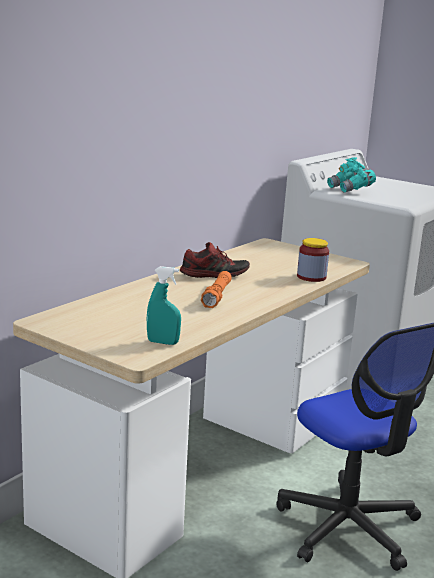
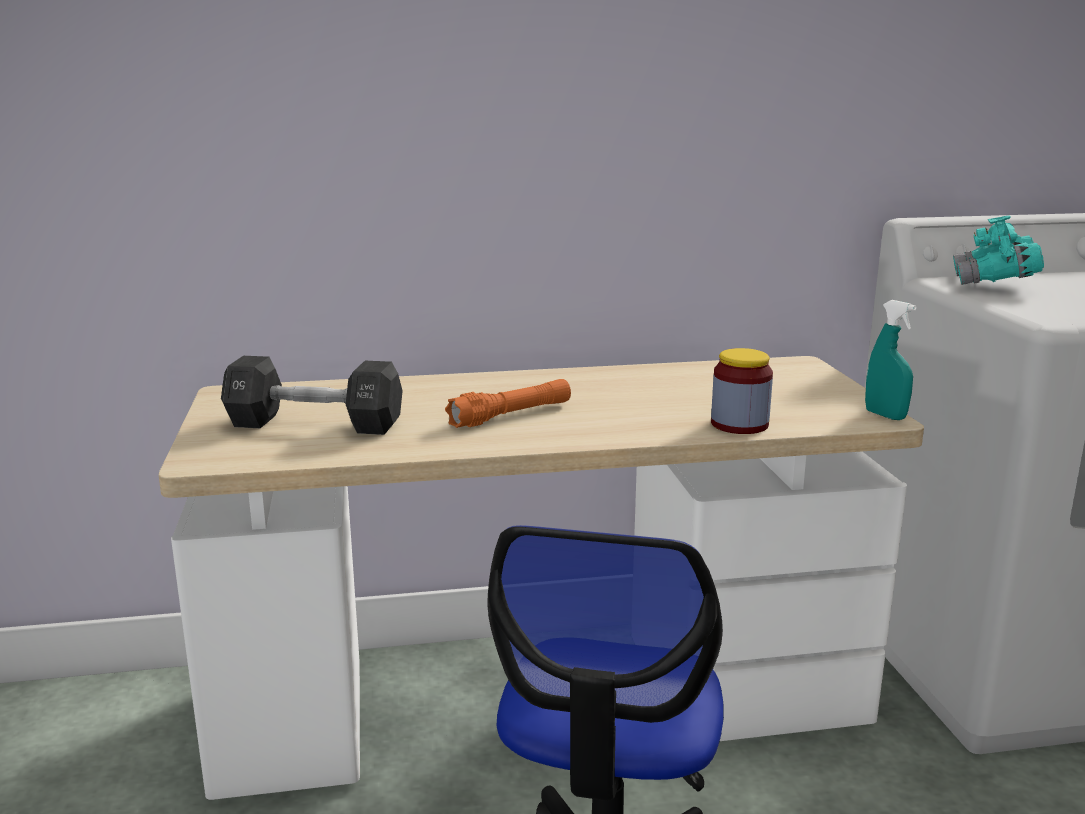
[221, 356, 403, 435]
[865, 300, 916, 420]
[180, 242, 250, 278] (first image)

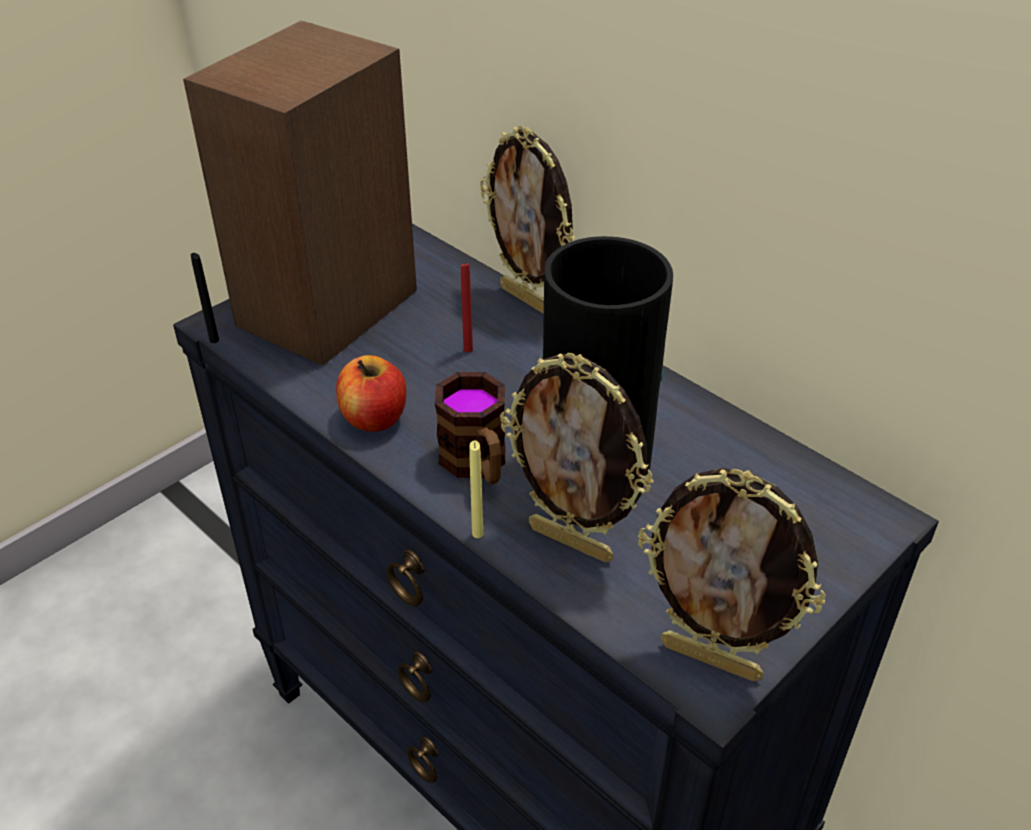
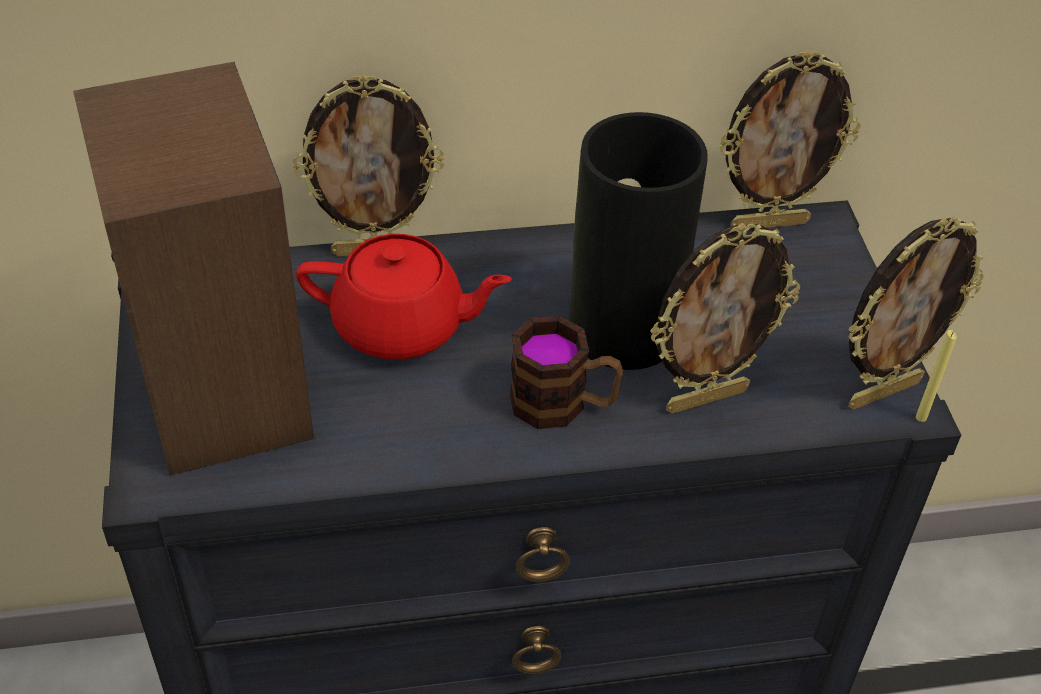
[296, 234, 512, 360]
[719, 50, 861, 228]
[916, 330, 957, 422]
[191, 253, 219, 343] (first image)
[336, 355, 406, 432] (first image)

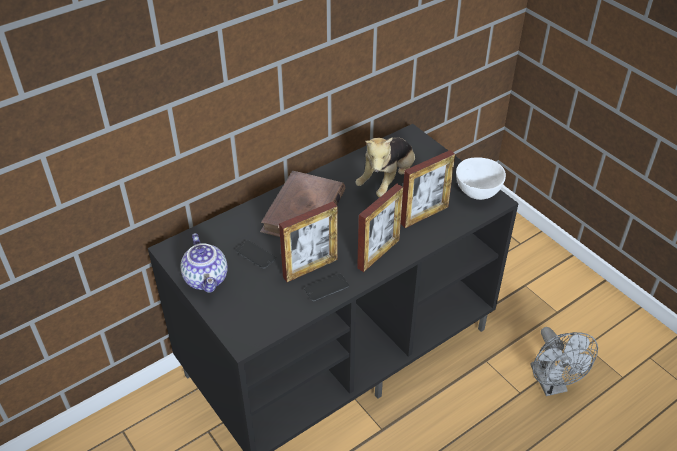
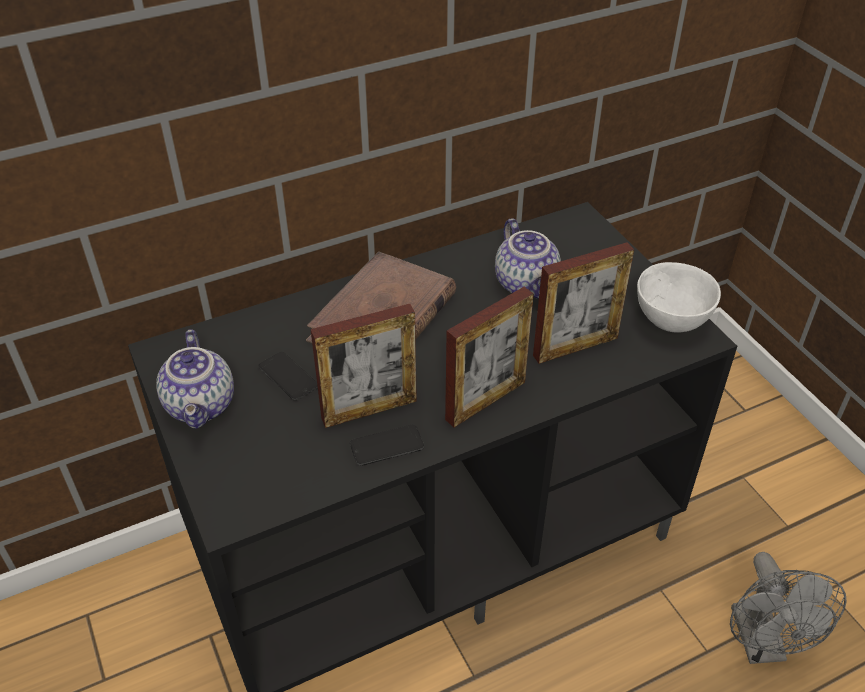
[495, 218, 561, 299]

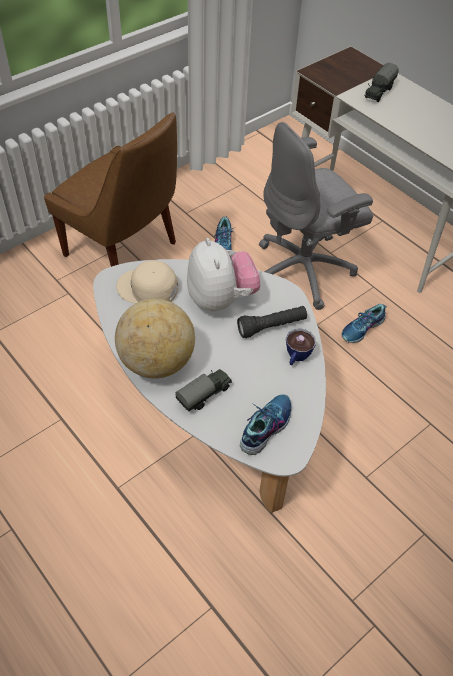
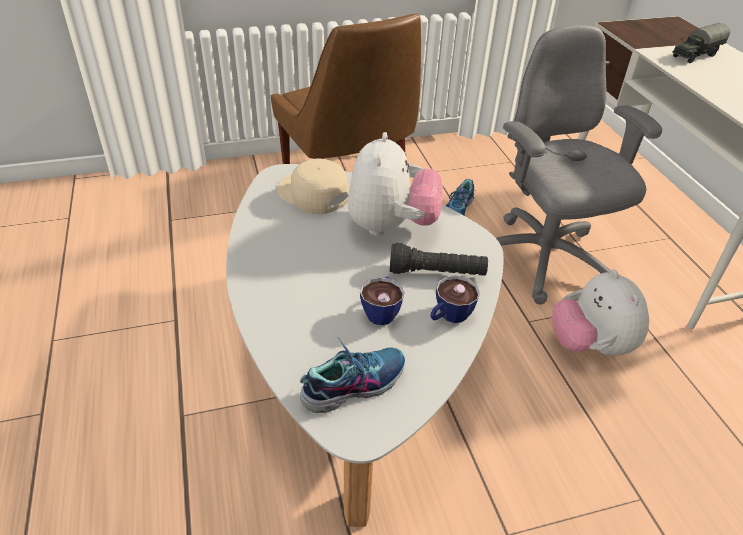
[360, 276, 404, 325]
[496, 25, 662, 305]
[551, 269, 649, 355]
[115, 299, 195, 378] (first image)
[175, 369, 232, 411] (first image)

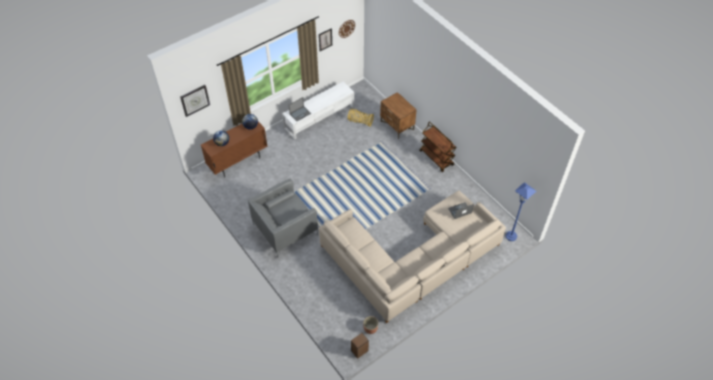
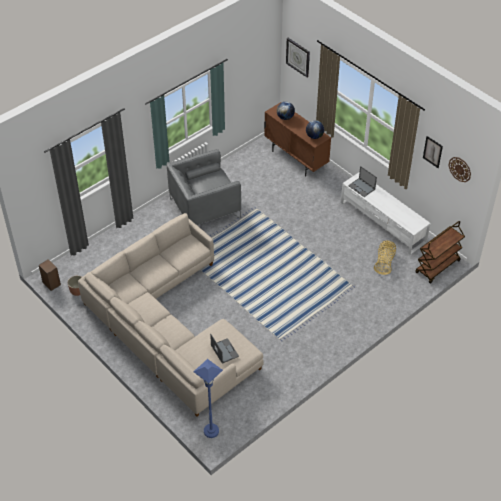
[167, 149, 241, 225]
[415, 221, 465, 284]
[380, 92, 416, 139] (first image)

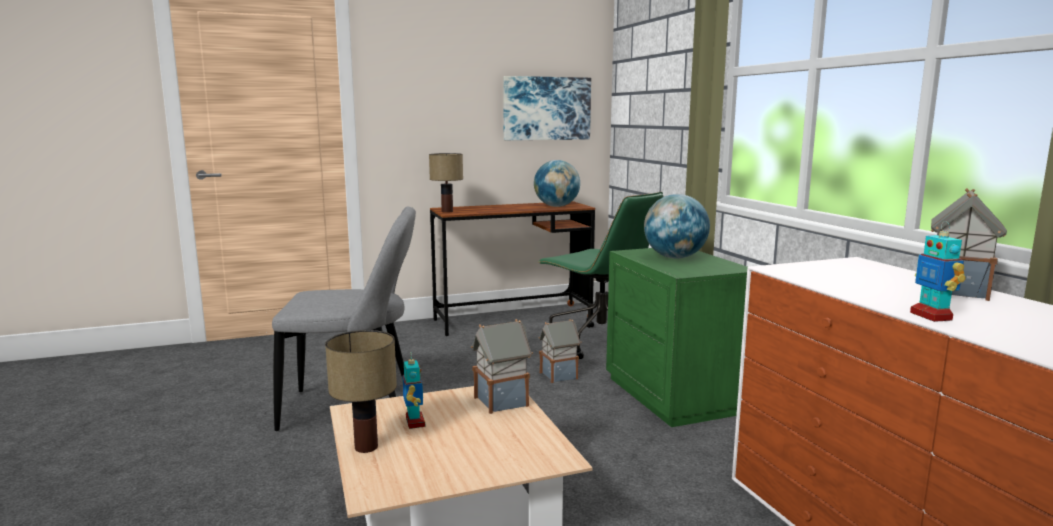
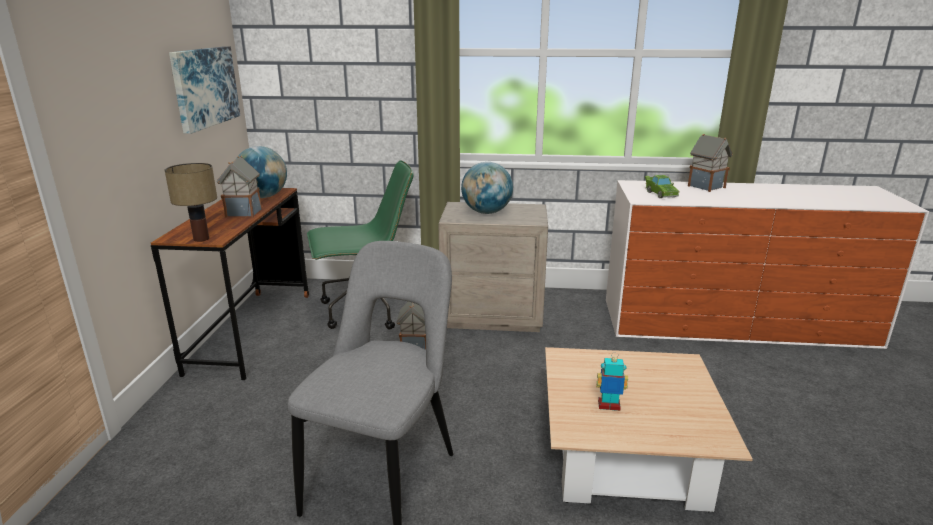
[217, 156, 262, 218]
[438, 202, 548, 332]
[645, 175, 680, 198]
[325, 330, 397, 453] (first image)
[910, 221, 966, 322] (first image)

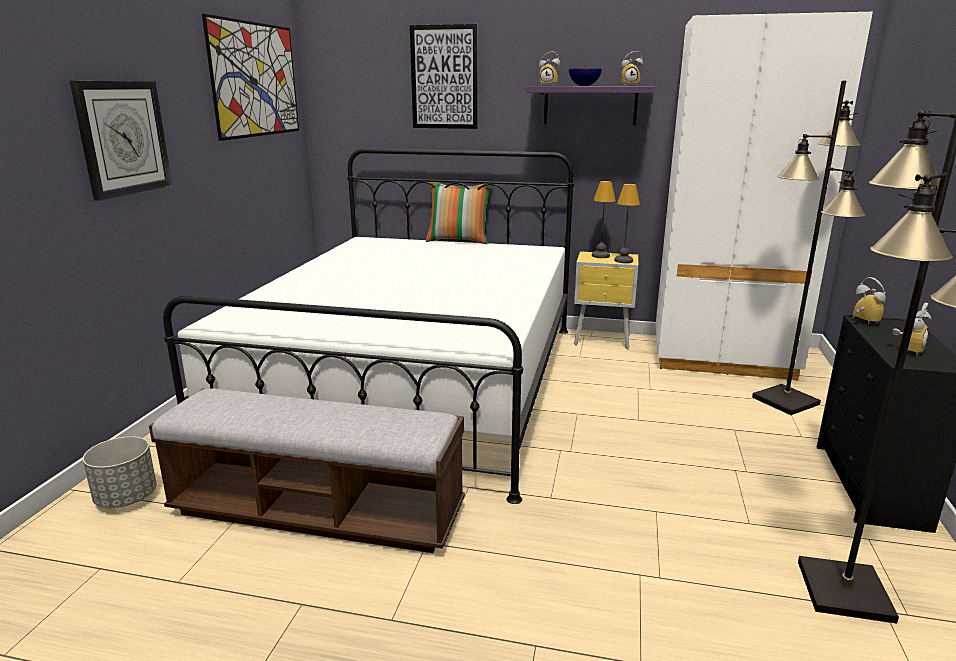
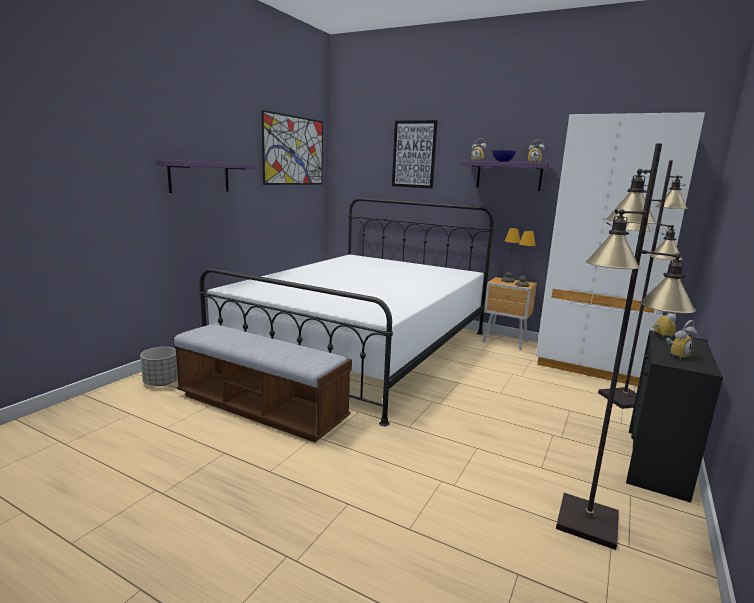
[157, 160, 259, 193]
[483, 277, 537, 350]
[426, 182, 491, 244] (first image)

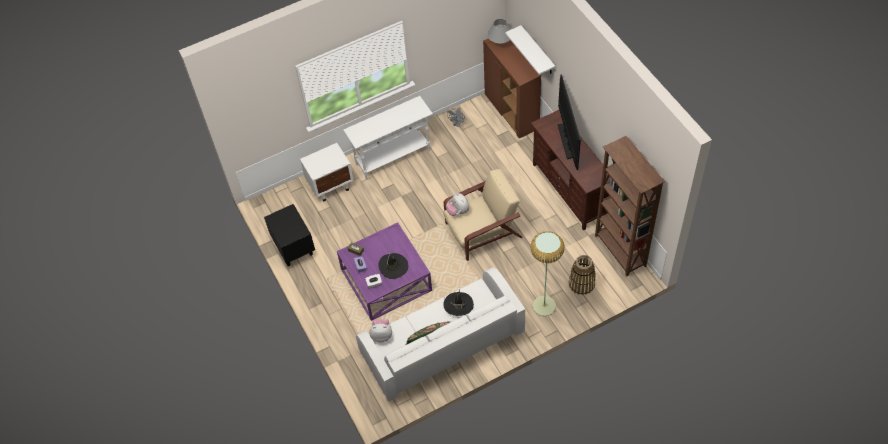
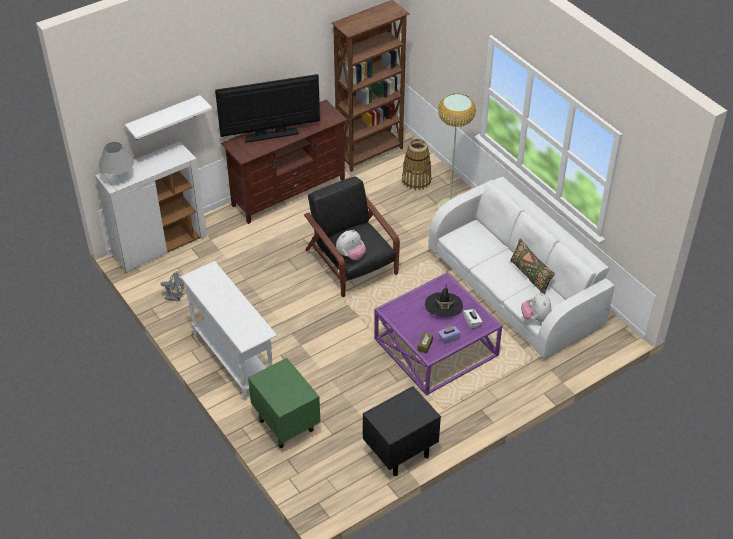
[95, 141, 207, 272]
[248, 358, 320, 448]
[304, 176, 400, 297]
[443, 290, 474, 316] (first image)

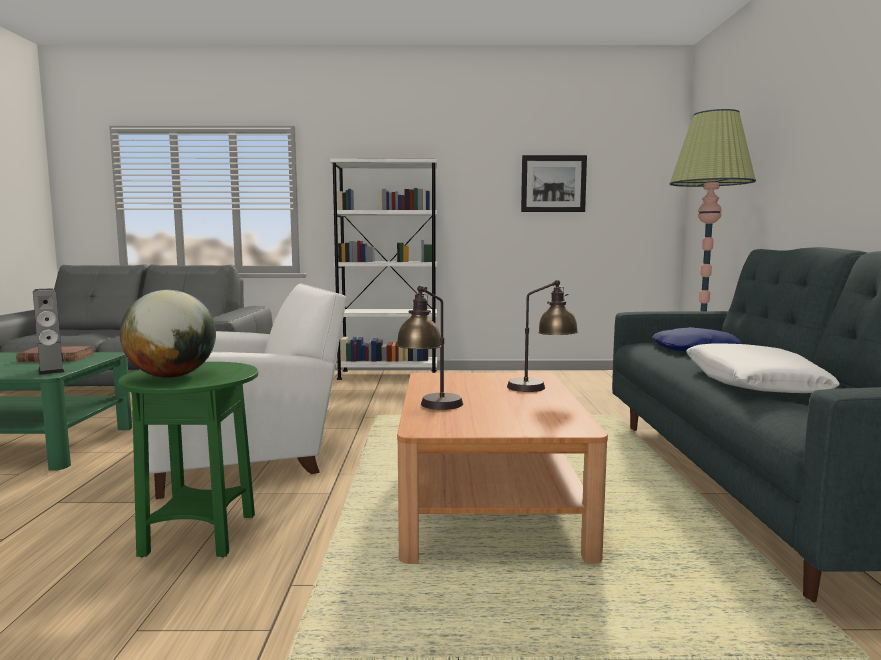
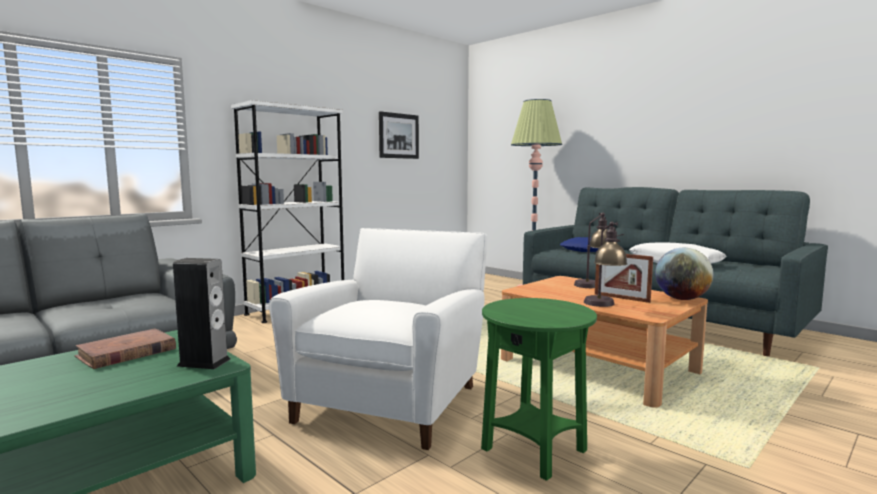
[595, 254, 653, 303]
[655, 248, 713, 300]

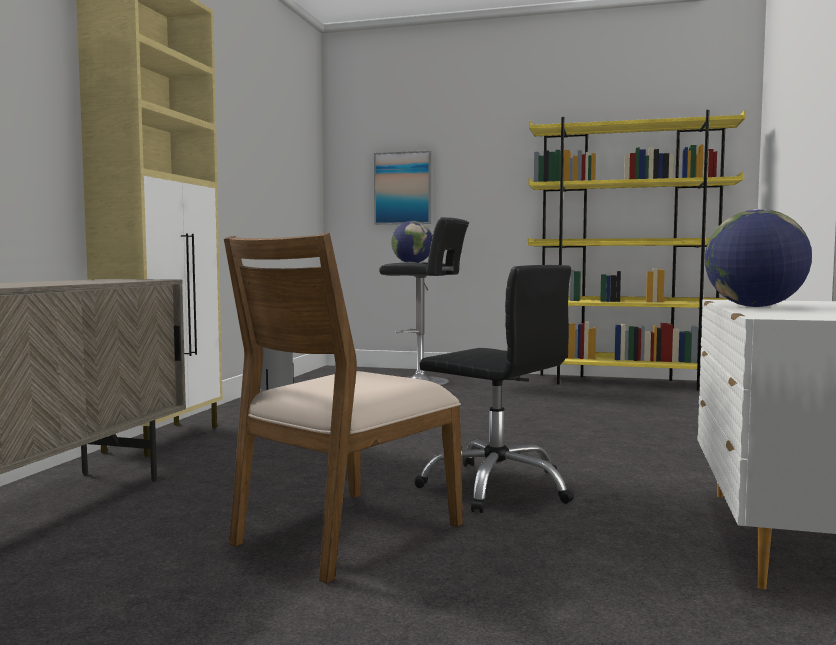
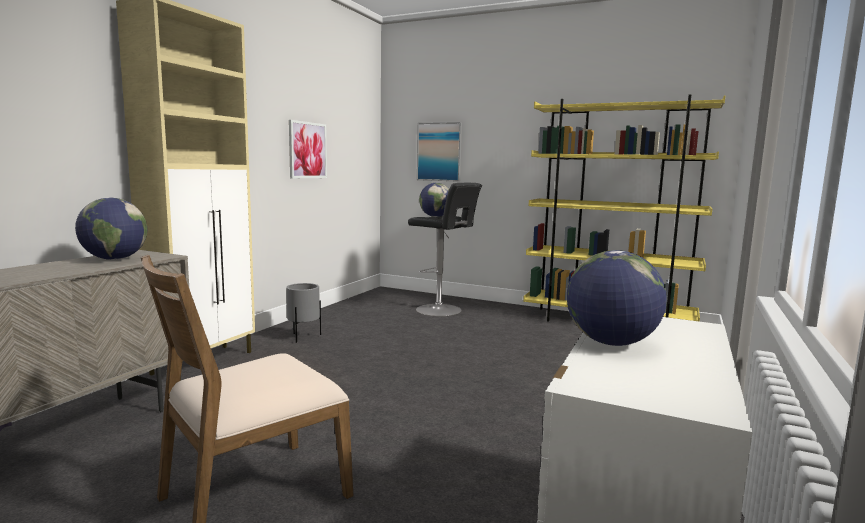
[75, 198, 147, 260]
[289, 120, 327, 178]
[414, 265, 574, 513] (first image)

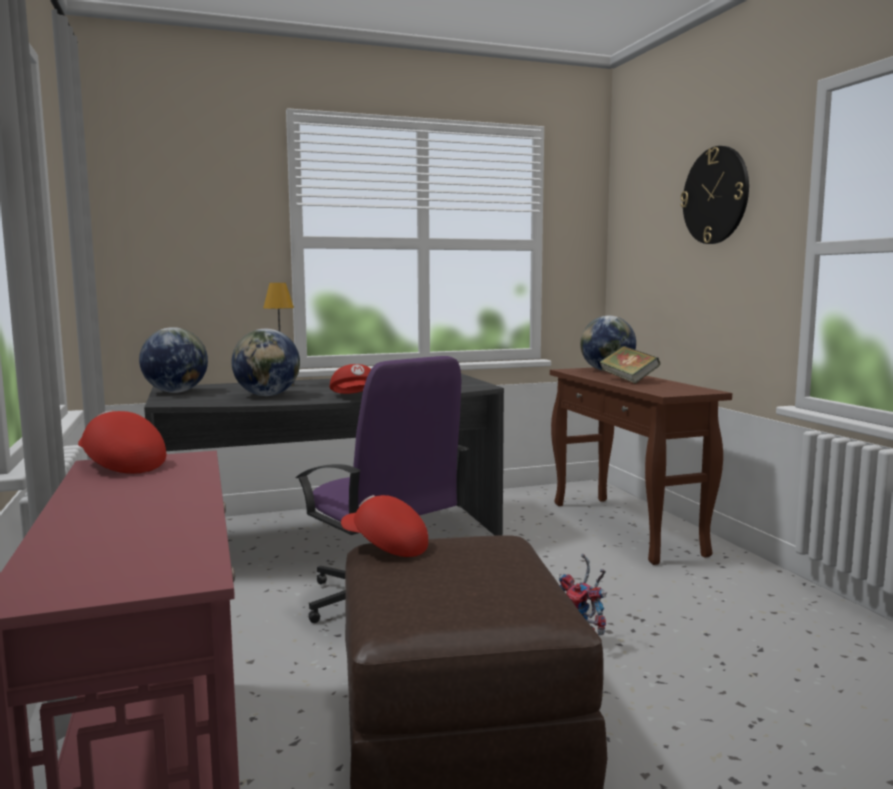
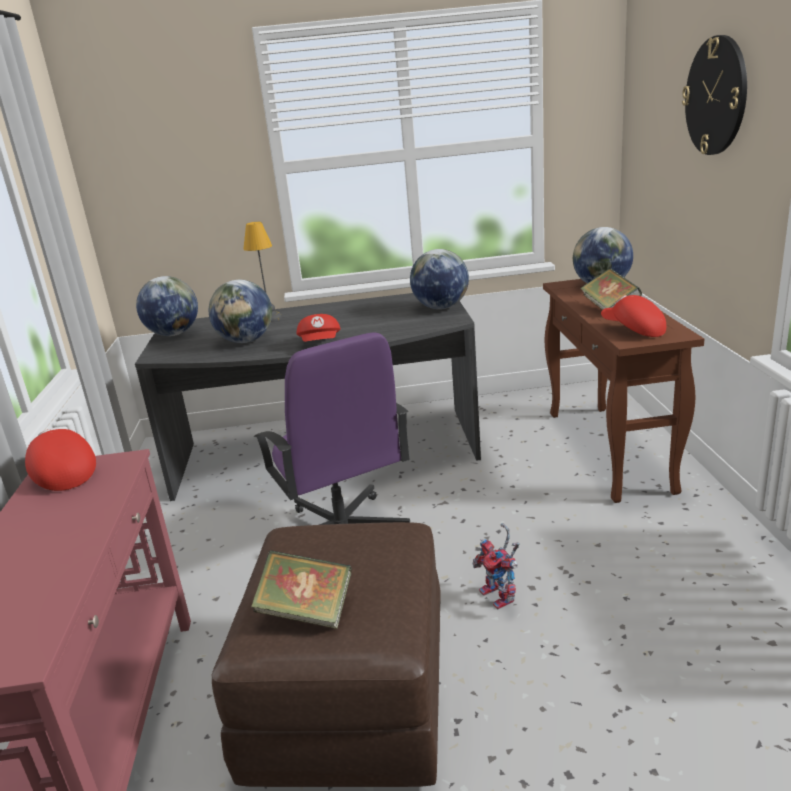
[251, 550, 352, 629]
[410, 249, 469, 309]
[601, 295, 666, 337]

